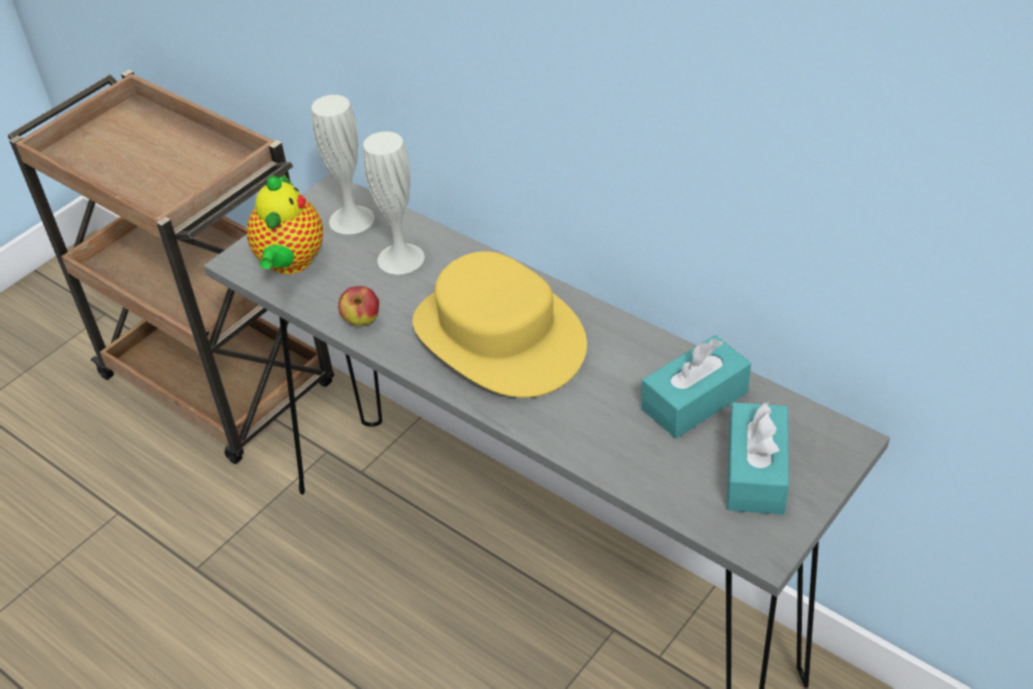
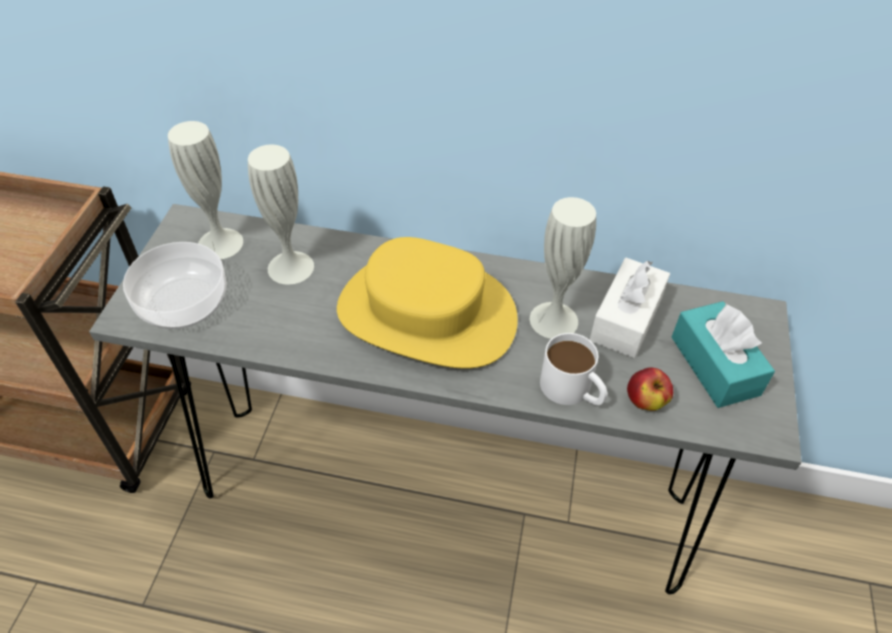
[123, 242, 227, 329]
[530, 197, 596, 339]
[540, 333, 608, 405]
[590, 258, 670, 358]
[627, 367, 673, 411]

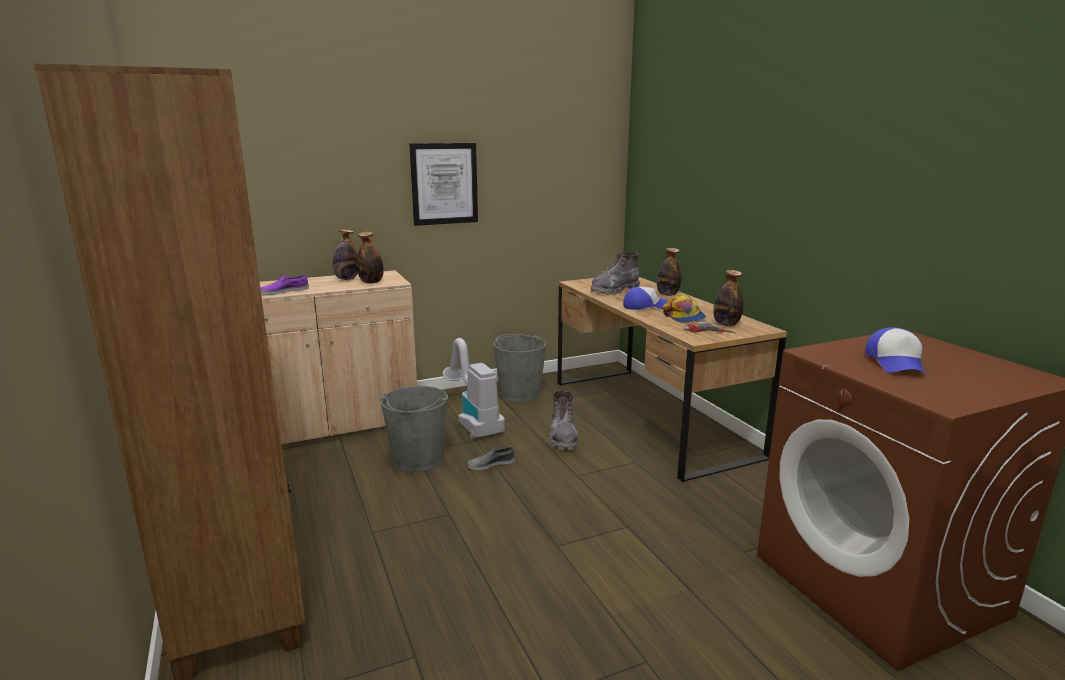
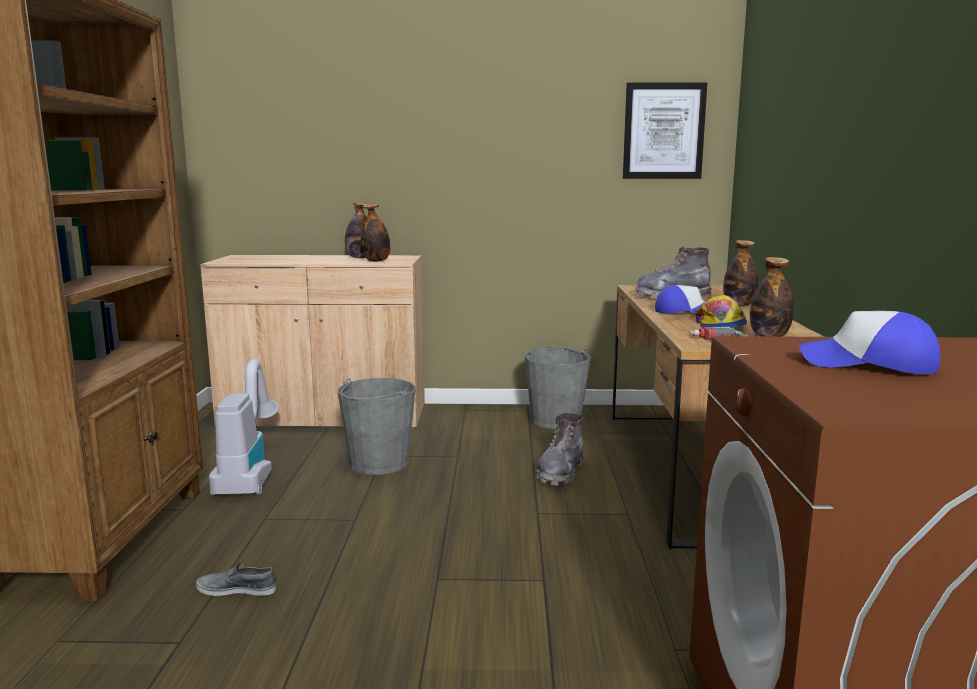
[196, 563, 276, 596]
[209, 359, 279, 495]
[623, 82, 707, 179]
[798, 311, 941, 374]
[260, 274, 309, 295] (first image)

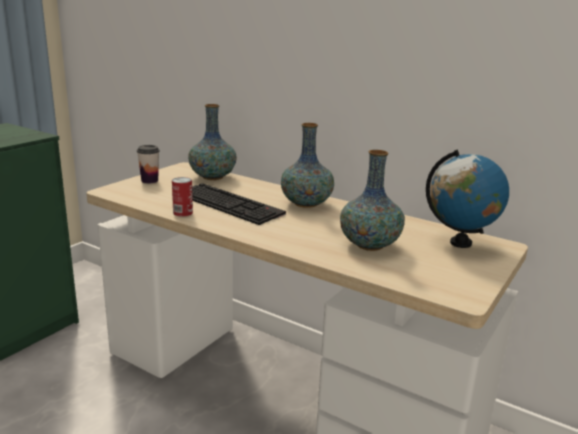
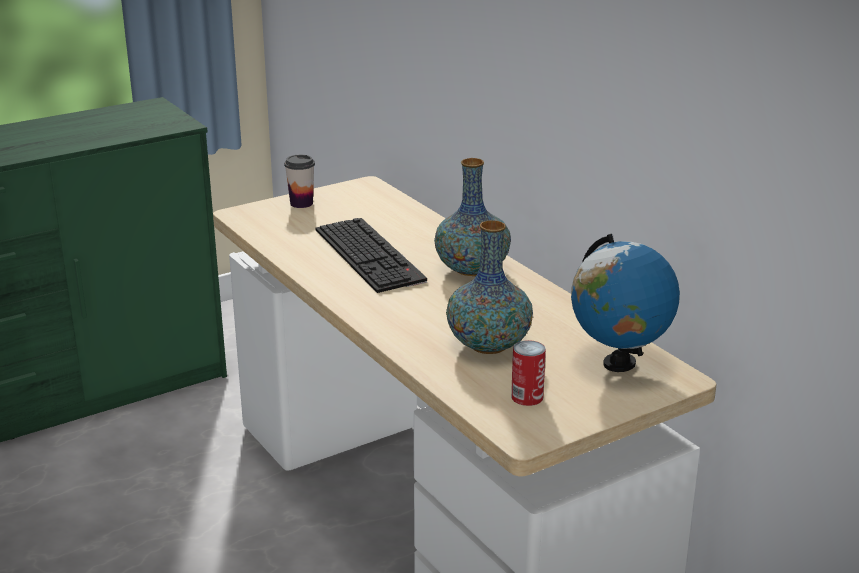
[511, 340, 546, 406]
[188, 104, 237, 180] (first image)

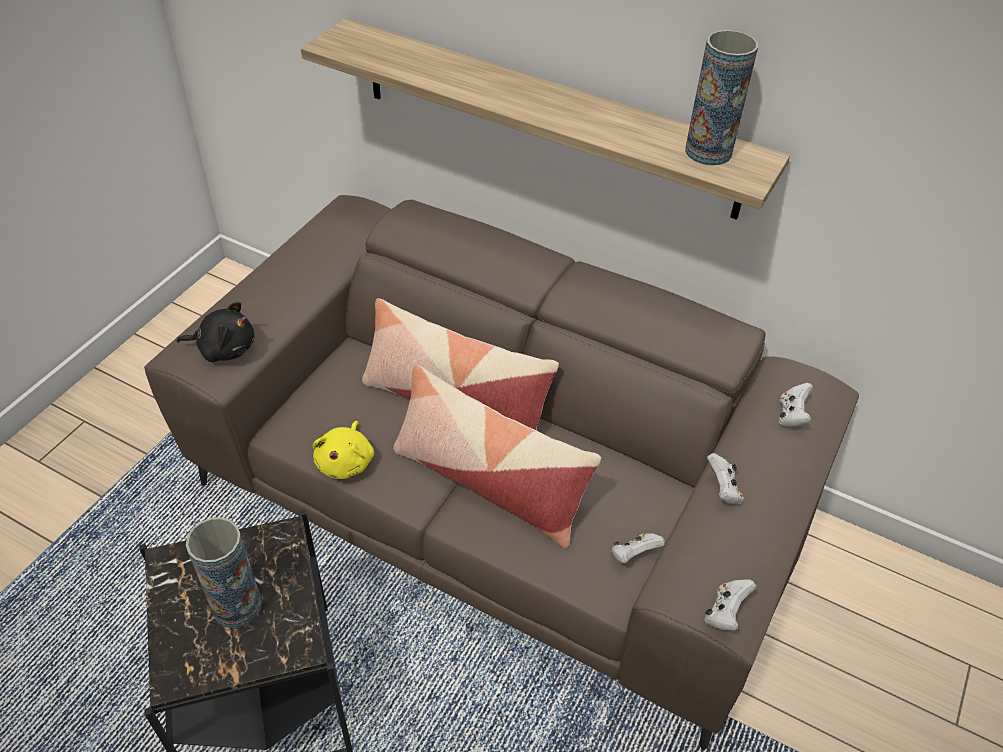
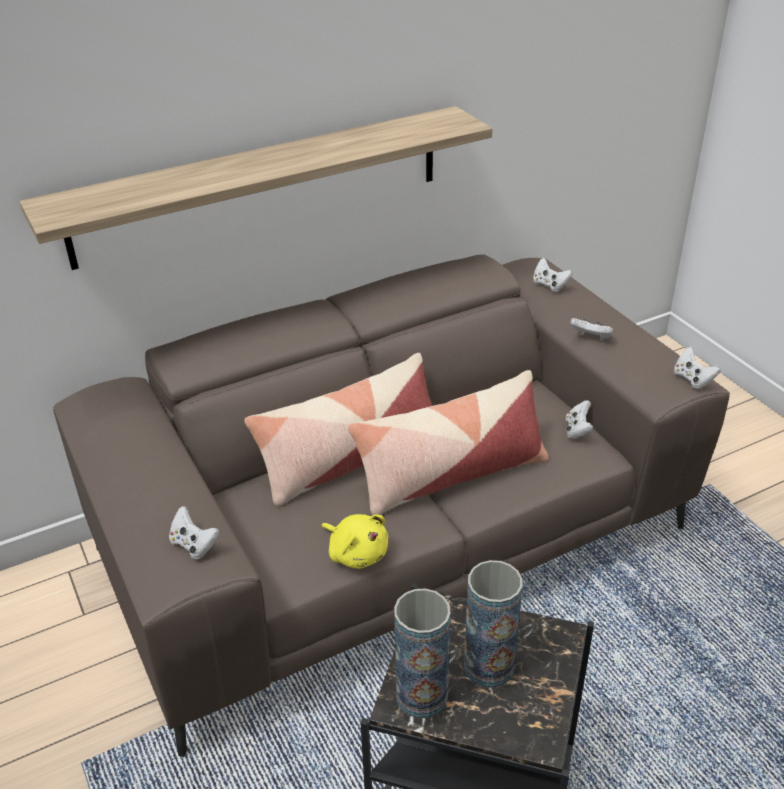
[169, 506, 219, 559]
[394, 589, 451, 718]

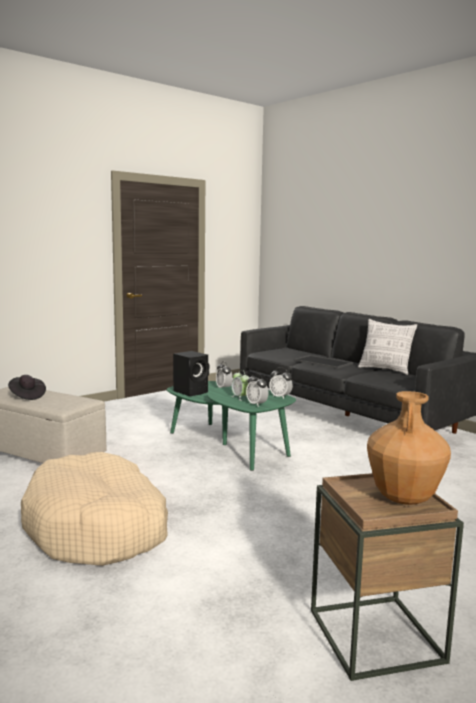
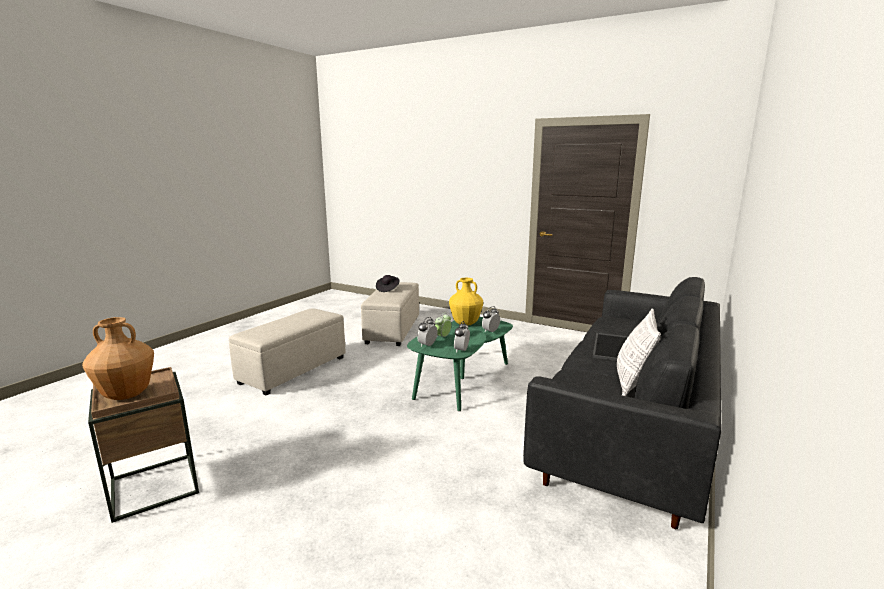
[229, 308, 346, 395]
[449, 278, 483, 325]

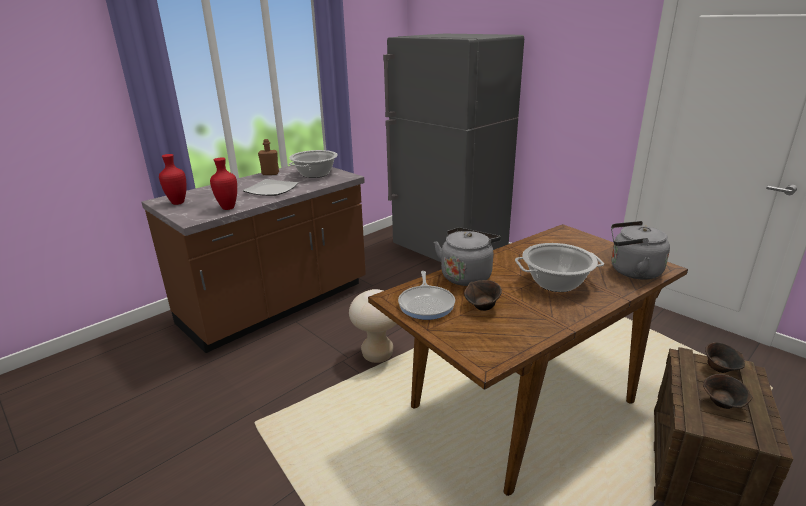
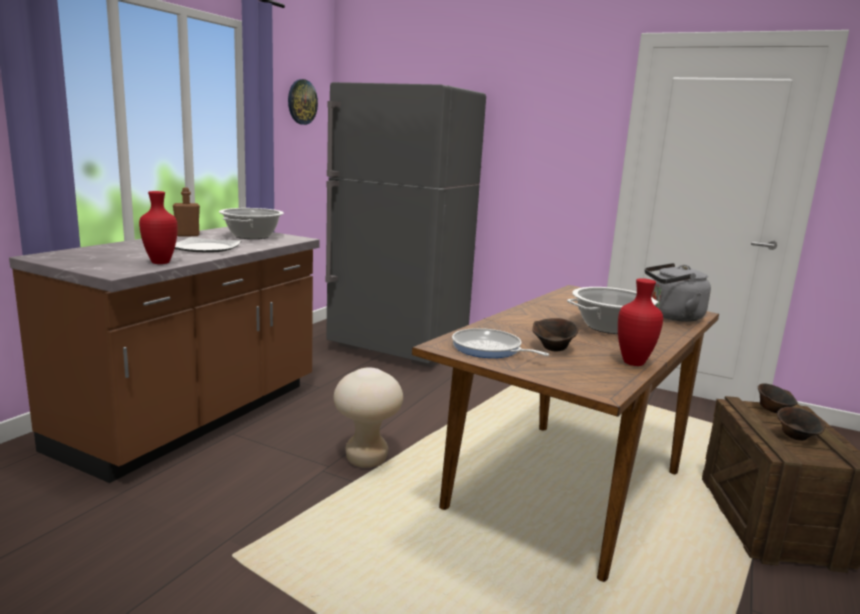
[288, 79, 318, 125]
[452, 328, 549, 358]
[618, 278, 663, 366]
[434, 227, 501, 286] (first image)

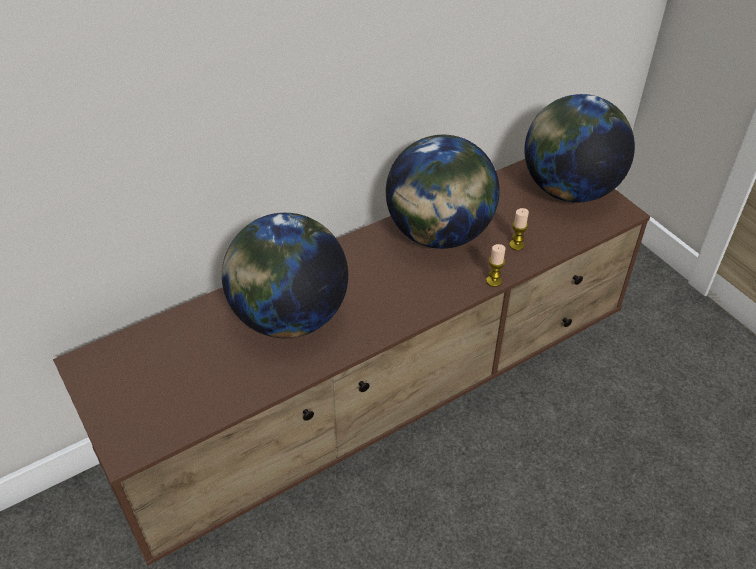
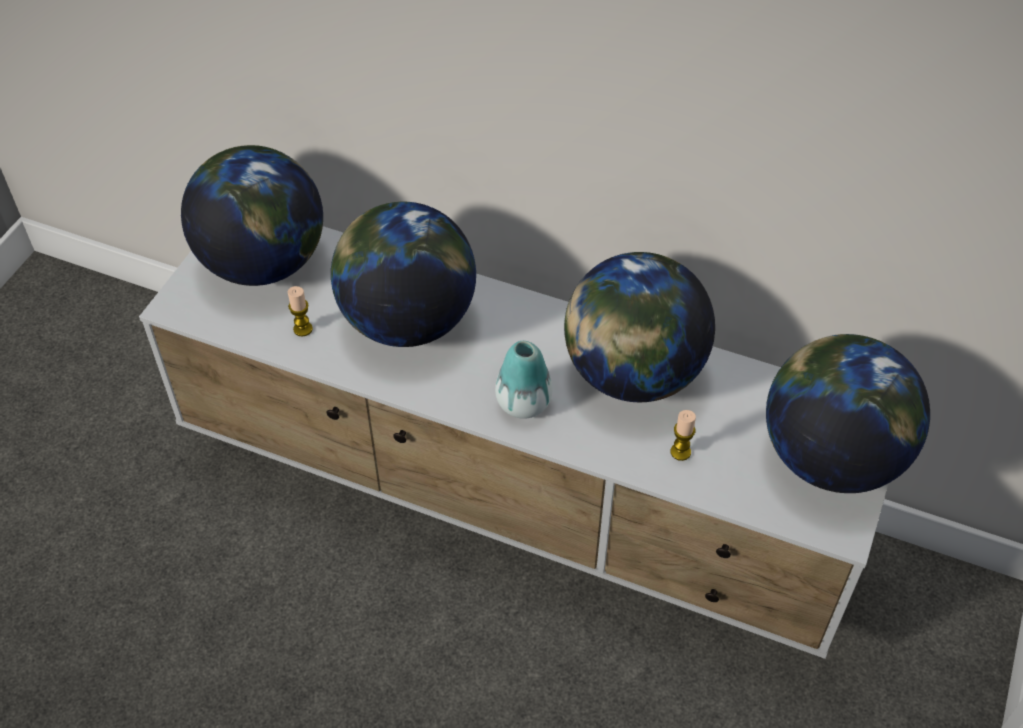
[139, 226, 889, 659]
[181, 145, 323, 286]
[287, 286, 313, 337]
[495, 341, 552, 419]

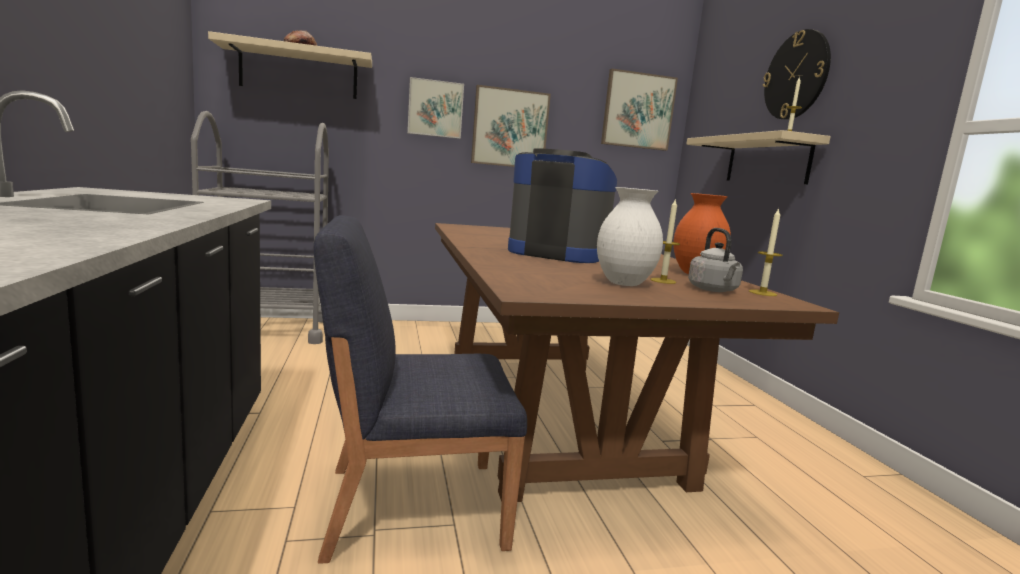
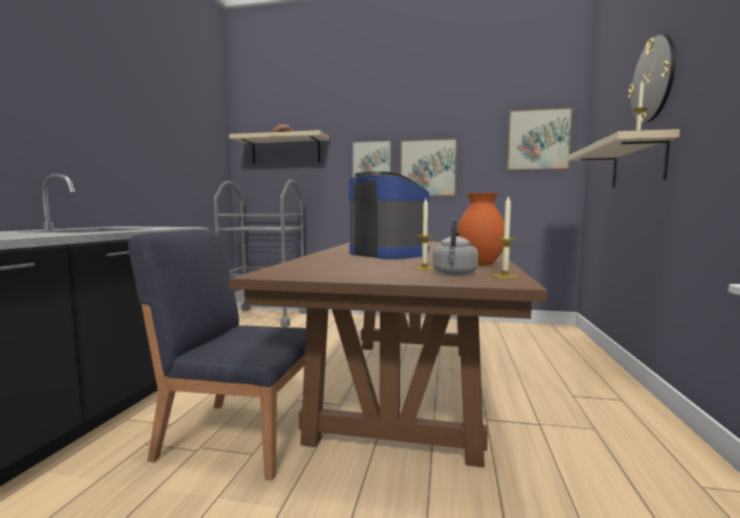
[597, 187, 663, 286] (first image)

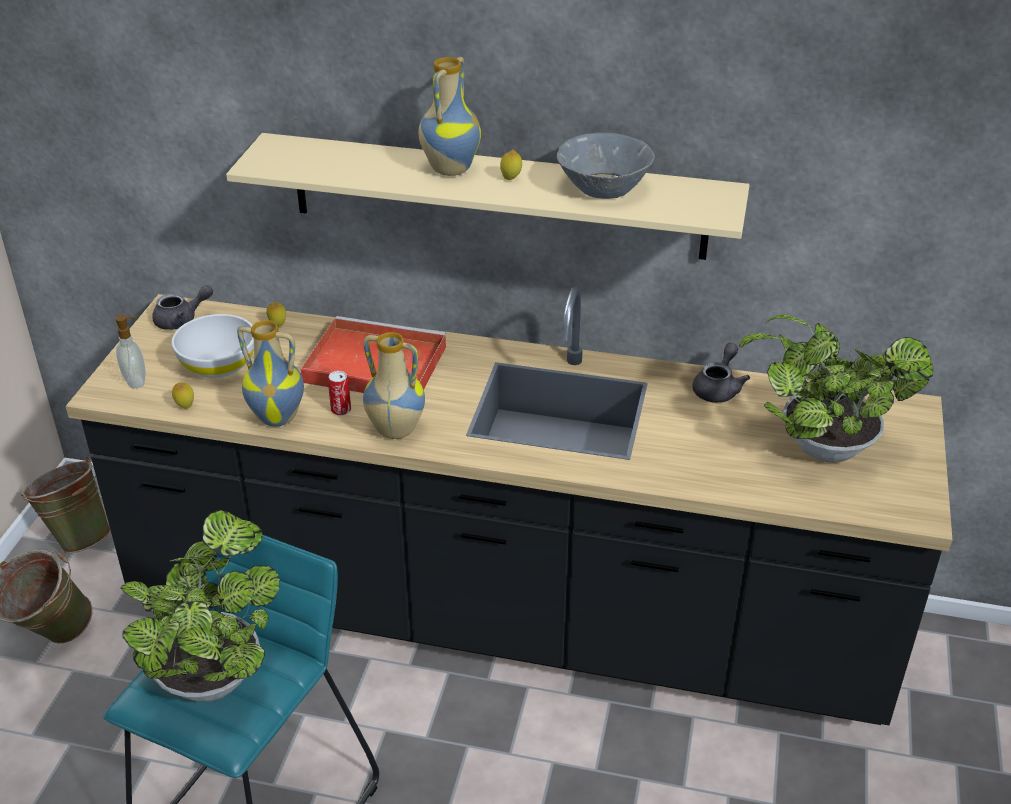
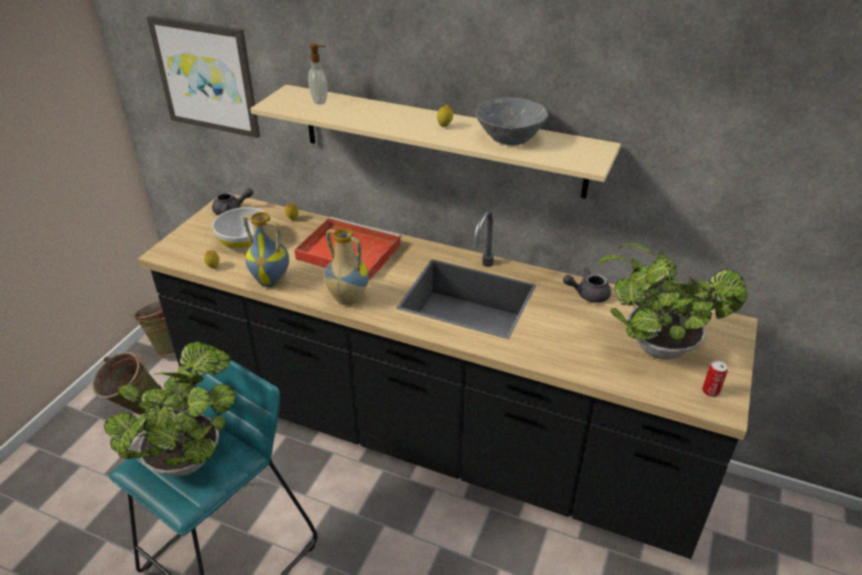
[147, 15, 260, 138]
[308, 44, 328, 105]
[563, 266, 611, 303]
[702, 361, 728, 397]
[418, 57, 481, 176] (first image)

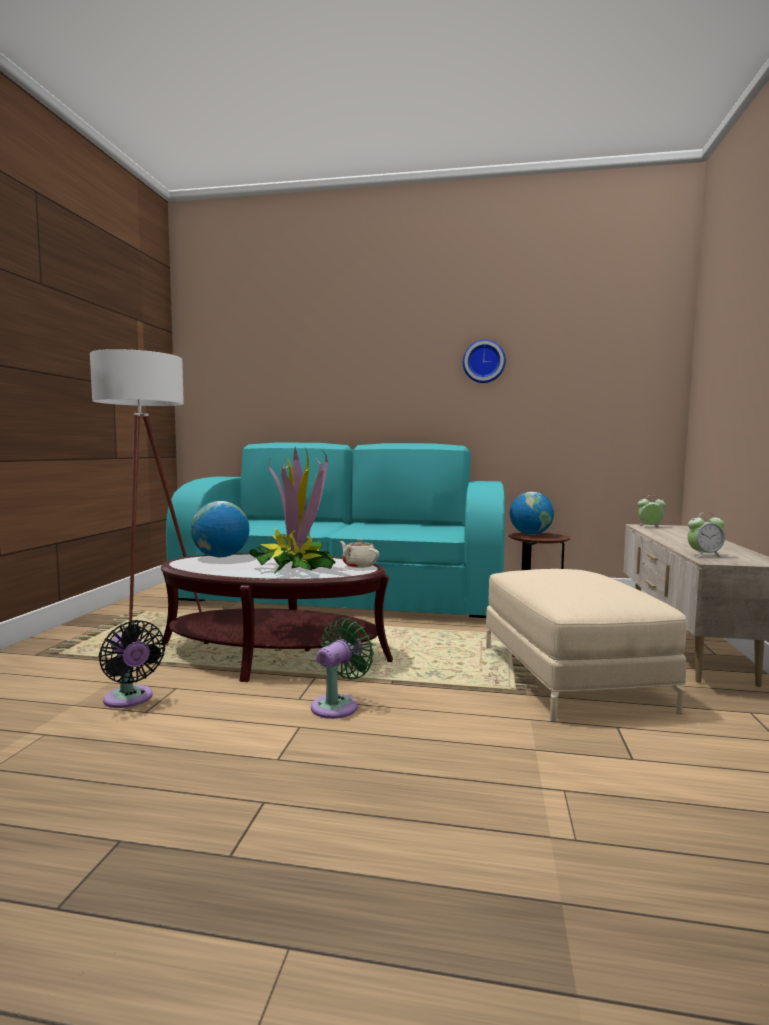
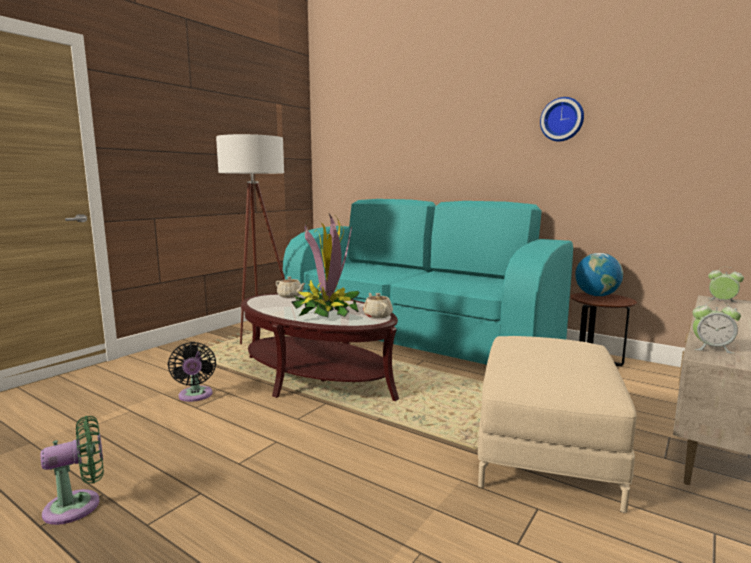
[41, 416, 104, 525]
[276, 277, 306, 298]

